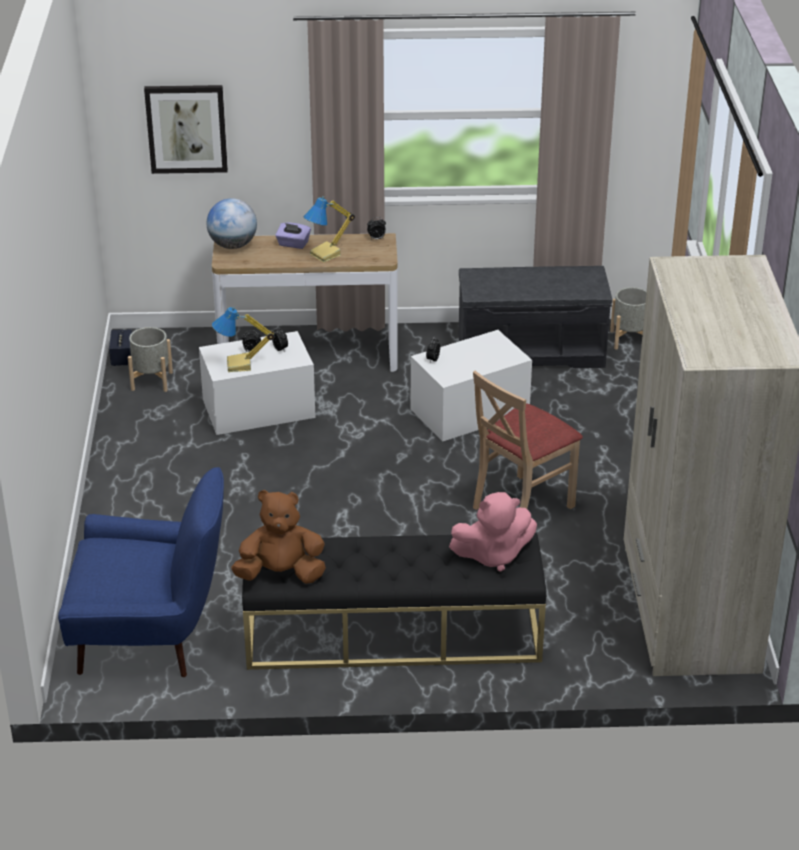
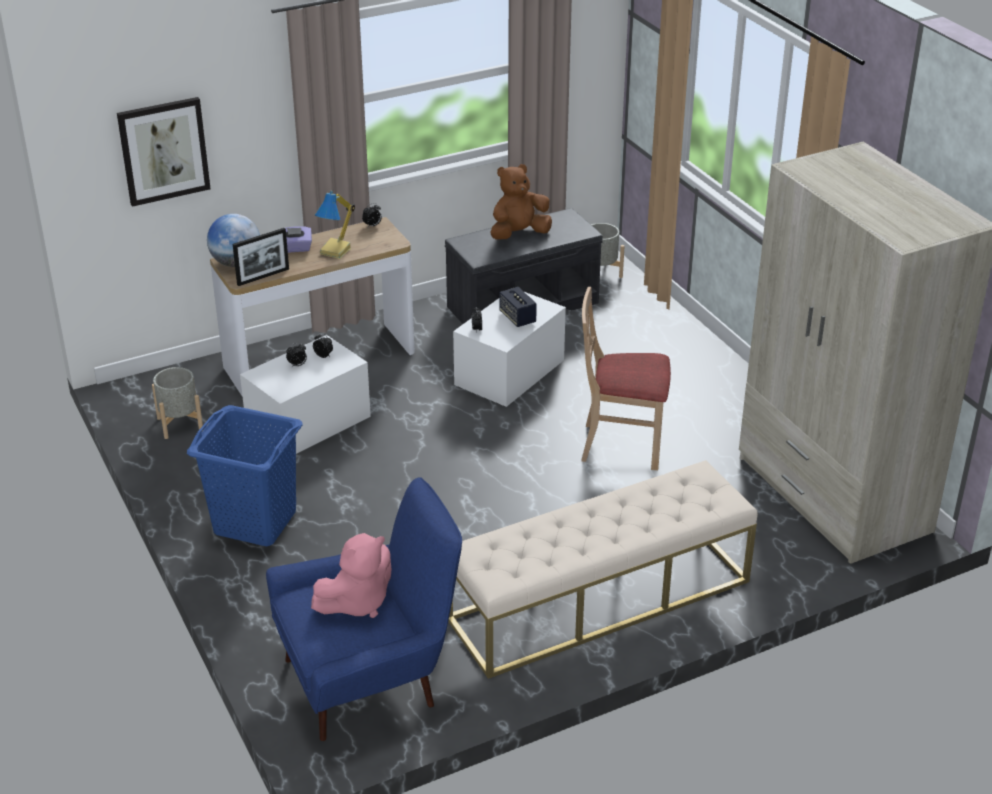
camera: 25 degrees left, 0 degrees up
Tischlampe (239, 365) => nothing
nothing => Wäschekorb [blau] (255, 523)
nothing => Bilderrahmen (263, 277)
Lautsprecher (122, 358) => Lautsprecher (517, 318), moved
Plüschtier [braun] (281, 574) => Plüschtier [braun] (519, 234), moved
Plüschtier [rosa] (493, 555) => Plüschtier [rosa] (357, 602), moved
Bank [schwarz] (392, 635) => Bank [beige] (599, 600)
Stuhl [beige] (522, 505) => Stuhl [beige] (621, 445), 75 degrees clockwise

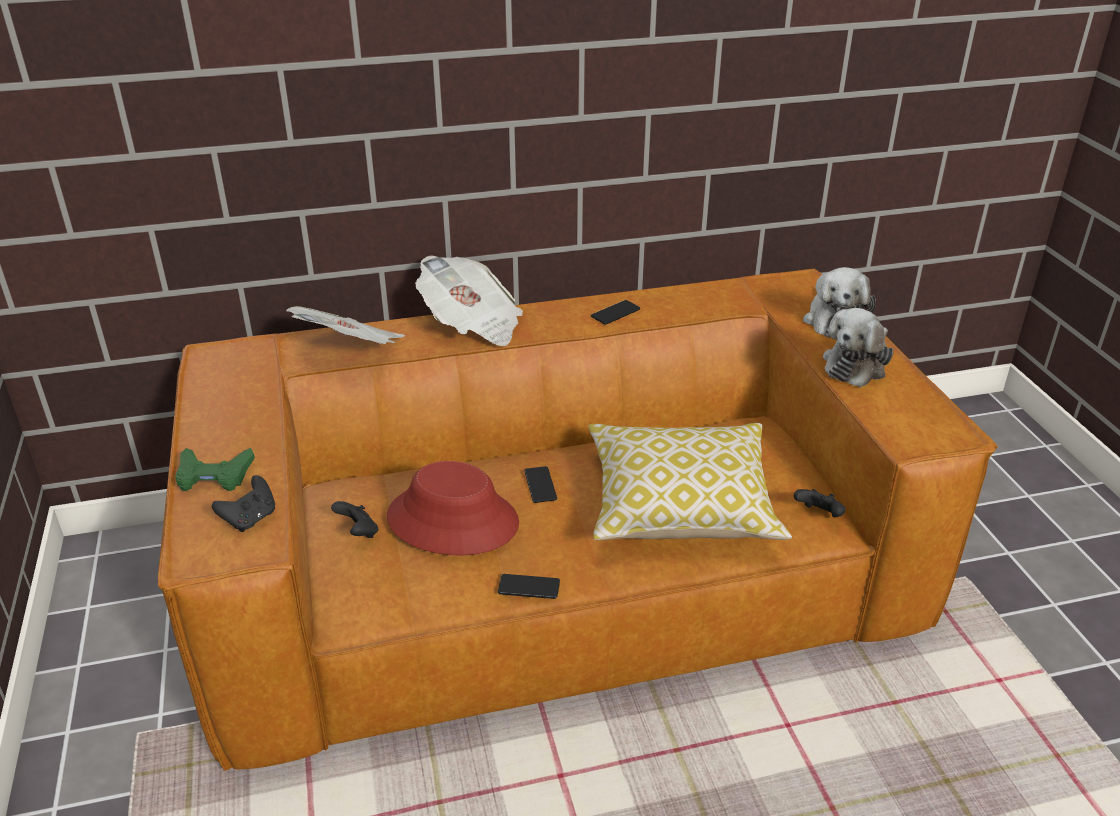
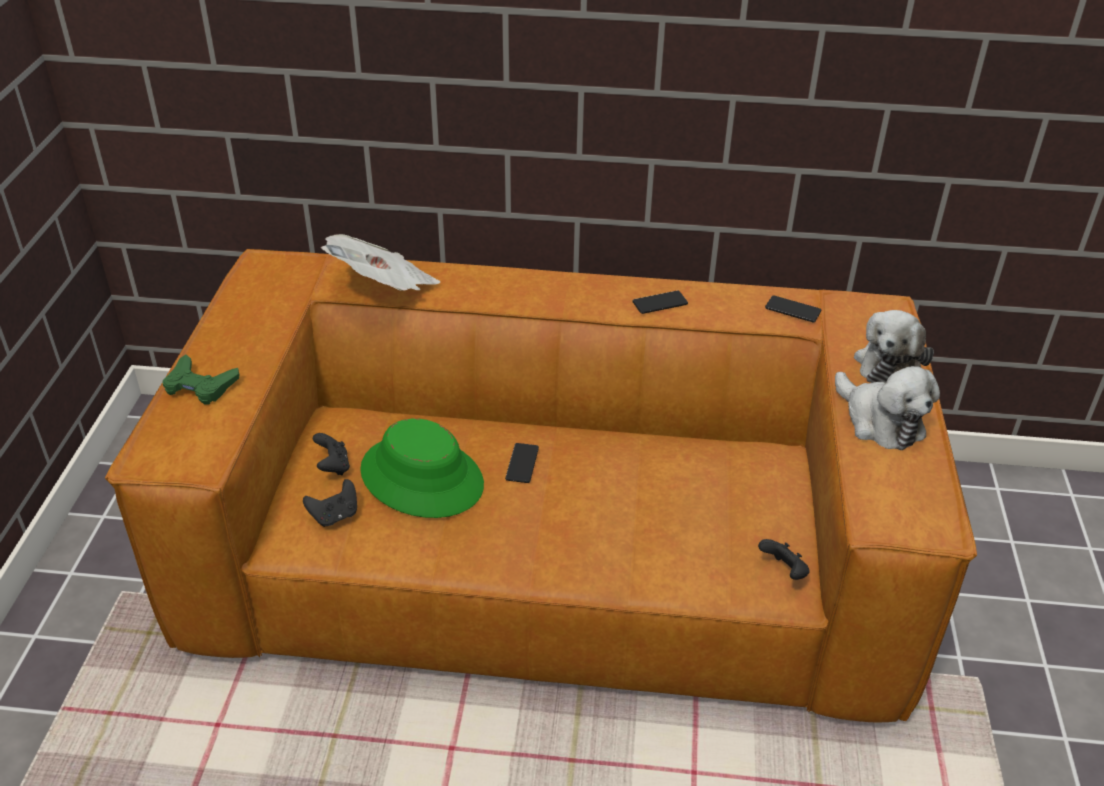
camera: 20 degrees right, 5 degrees up
Zeitung (472, 325) => nothing
Kissen (681, 504) => nothing
Gamepad [schwarz] (250, 519) => Gamepad [schwarz] (335, 516), moved
Handy (529, 587) => Handy (793, 310), moved
Hut [rot] (453, 520) => Hut [grün] (422, 477)
Plüschtier (856, 365) => Plüschtier (880, 421), 90 degrees counterclockwise

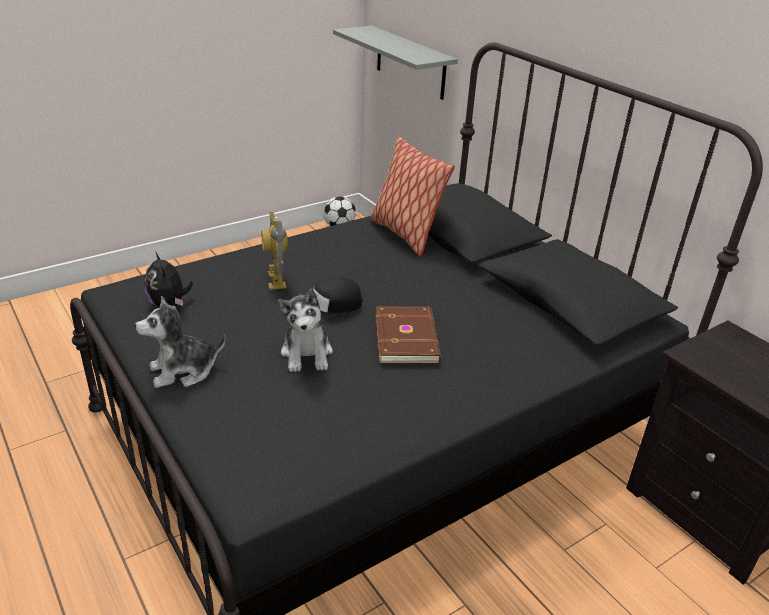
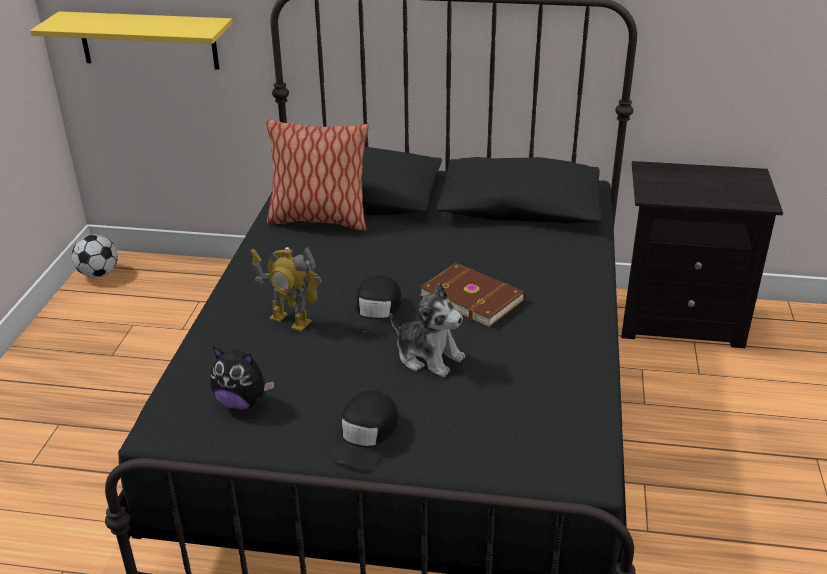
camera: 45 degrees left, 0 degrees up
Plüschtier (183, 371) => Kappe [schwarz] (365, 437)
Wandregal [grau] (410, 62) => Wandregal [gelb] (148, 40)

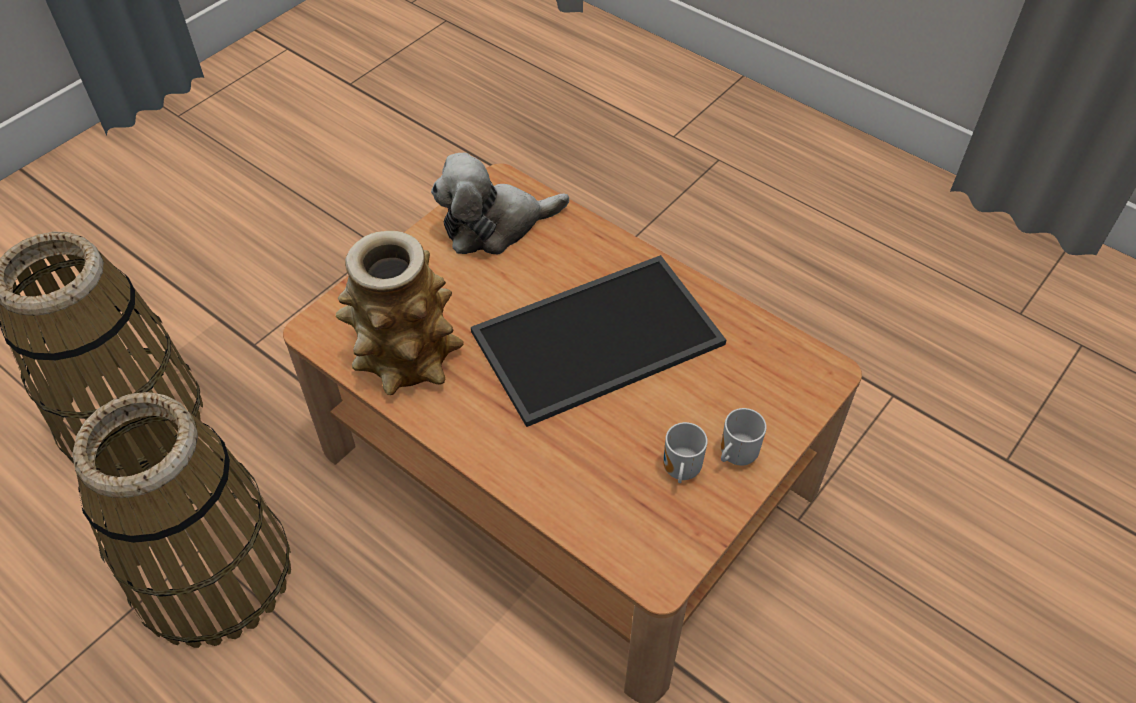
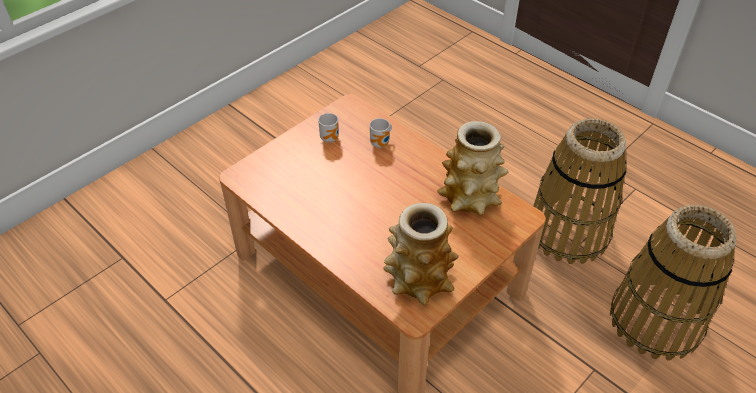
camera: 175 degrees left, 5 degrees down
Tablett (597, 341) => nothing
Henkelbecher (735, 455) => Henkelbecher (381, 144), moved
Plüschtier (495, 225) => Vase (418, 279)

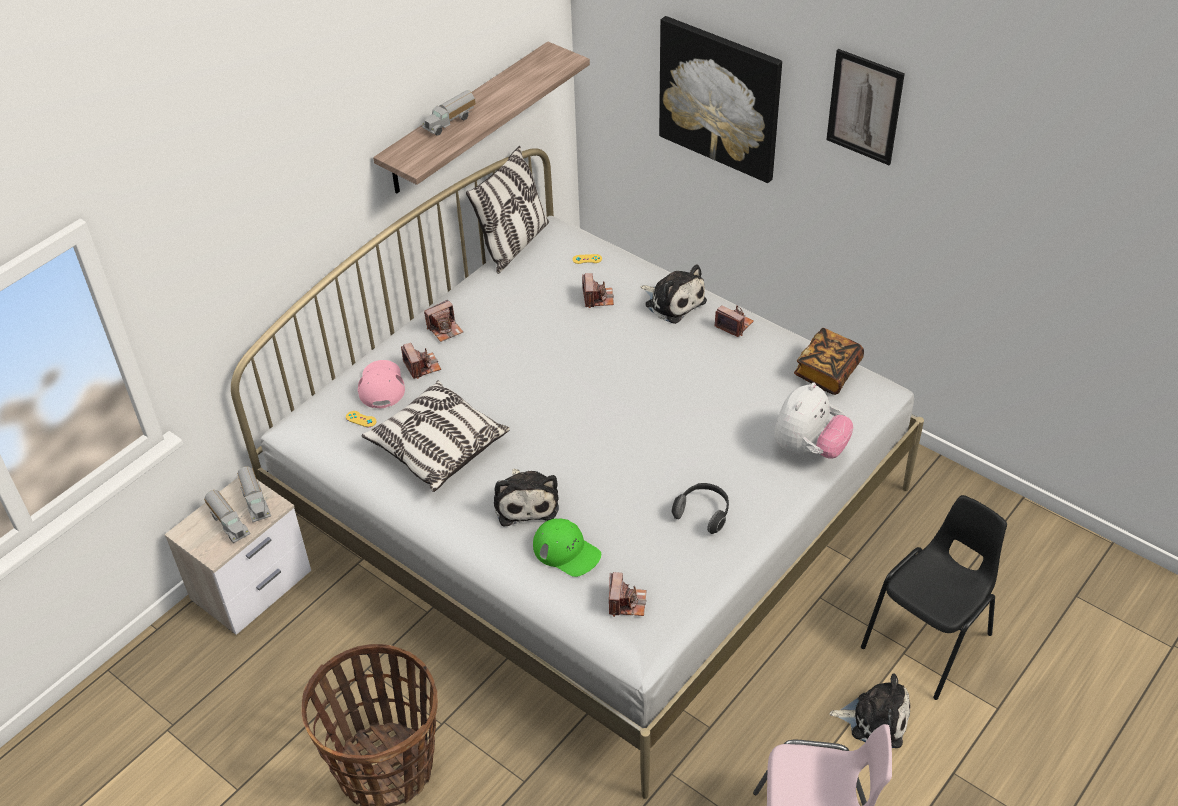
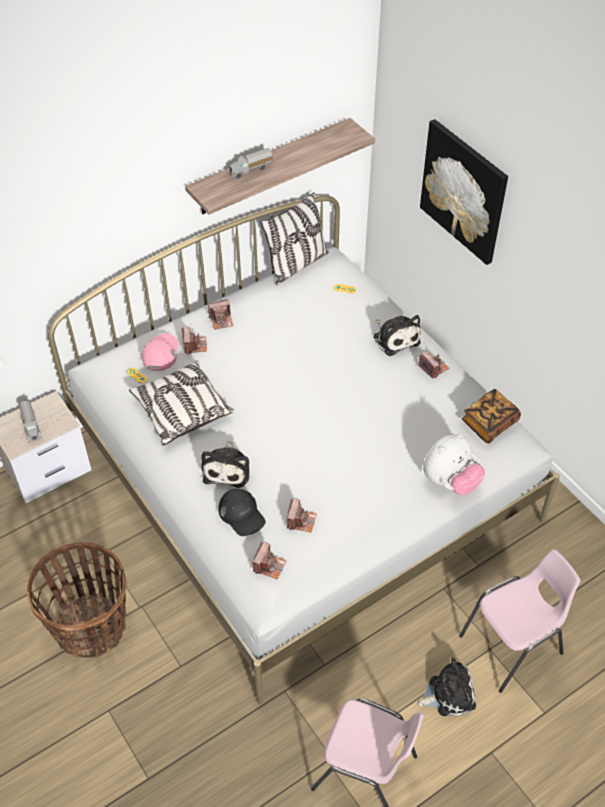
camera: 15 degrees right, 5 degrees up
Spielzeuglaster (256, 502) => nothing
Kopfhörer (703, 513) => nothing
Bild (864, 107) => nothing
Kamera (597, 298) => Kamera (301, 521), moved
Kappe [grün] (566, 551) => Kappe [schwarz] (242, 514)
Stuhl [schwarz] (929, 641) => Stuhl [rosa] (512, 645)
Plüschtier (875, 719) => Plüschtier (448, 694), 45 degrees counterclockwise

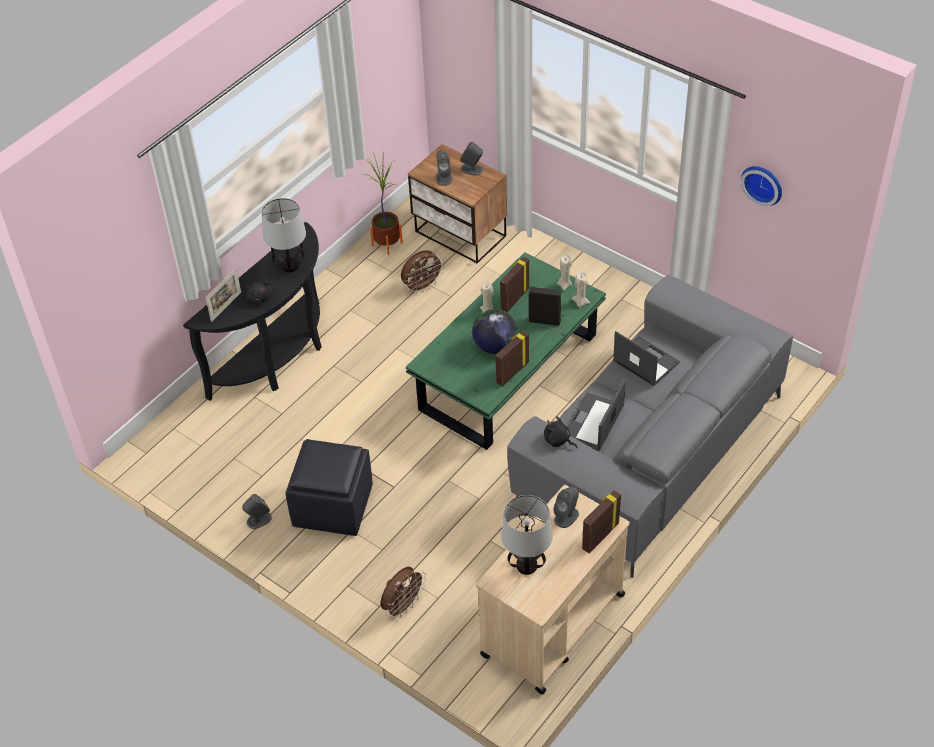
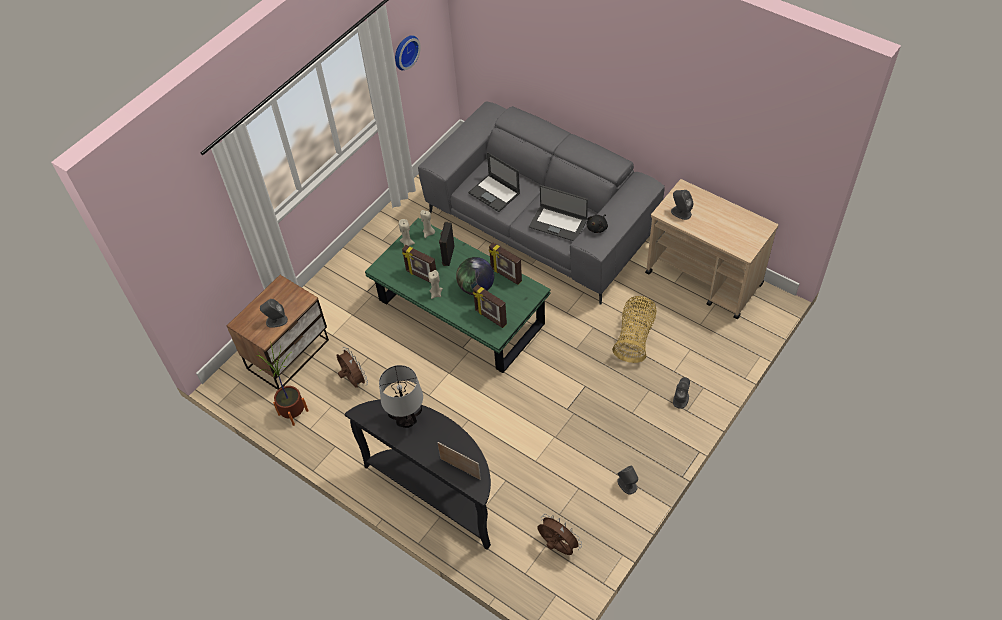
camera: 90 degrees left, 5 degrees up
Plüschtier [schwarz] (259, 297) => nothing
Polsterhocker [schwarz] (332, 505) => nothing
Tischlampe (527, 565) => nothing
nothing => Korb (634, 337)
Ventilator [braun] (403, 606) => Ventilator [braun] (557, 546), moved
Lautsprecher [grau] (472, 169) => Lautsprecher [grau] (681, 399), moved
Bilderrahmen (599, 536) => Bilderrahmen (490, 317), moved
Laptop (645, 361) => Laptop (495, 193), 90 degrees counterclockwise

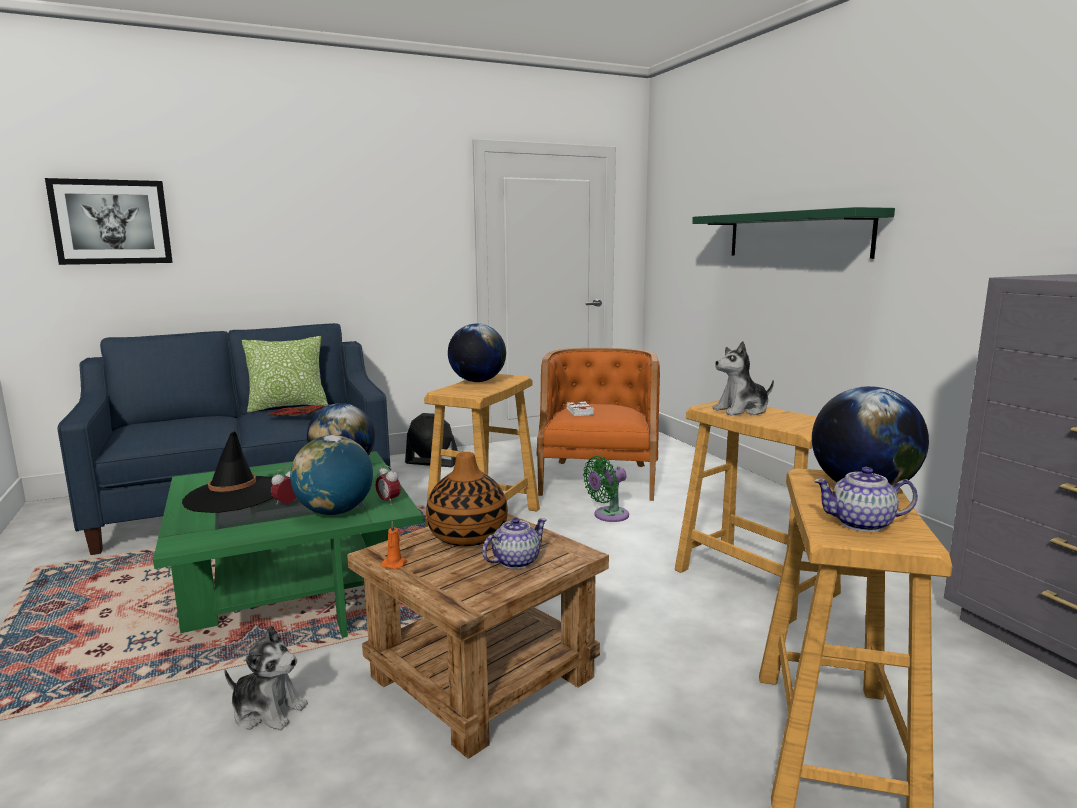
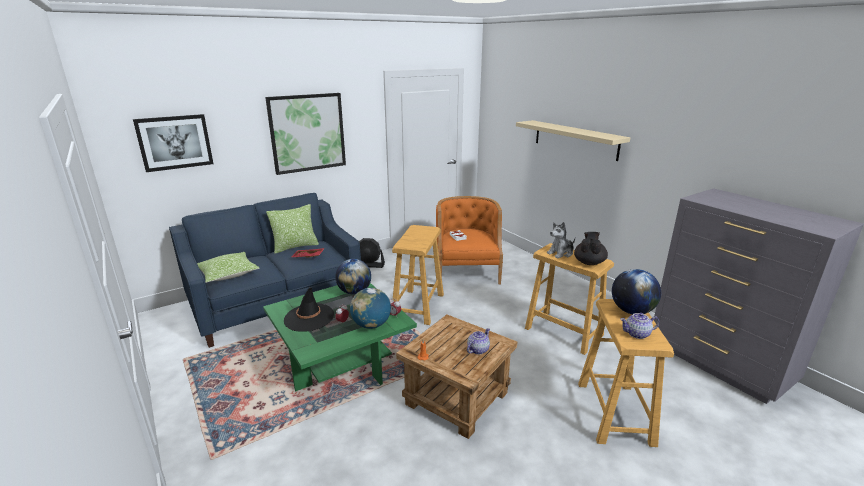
camera: 10 degrees left, 10 degrees up
Plüschtier (268, 710) => nothing
Vase (467, 536) => nothing
Globus (477, 381) => nothing
Ventilator [grün] (608, 516) => nothing
nothing => Kissen (228, 274)
nothing => Bild (307, 133)
nothing => Teekanne [schwarz] (589, 262)
Wandregal [grün] (796, 235) => Wandregal [beige] (575, 139)

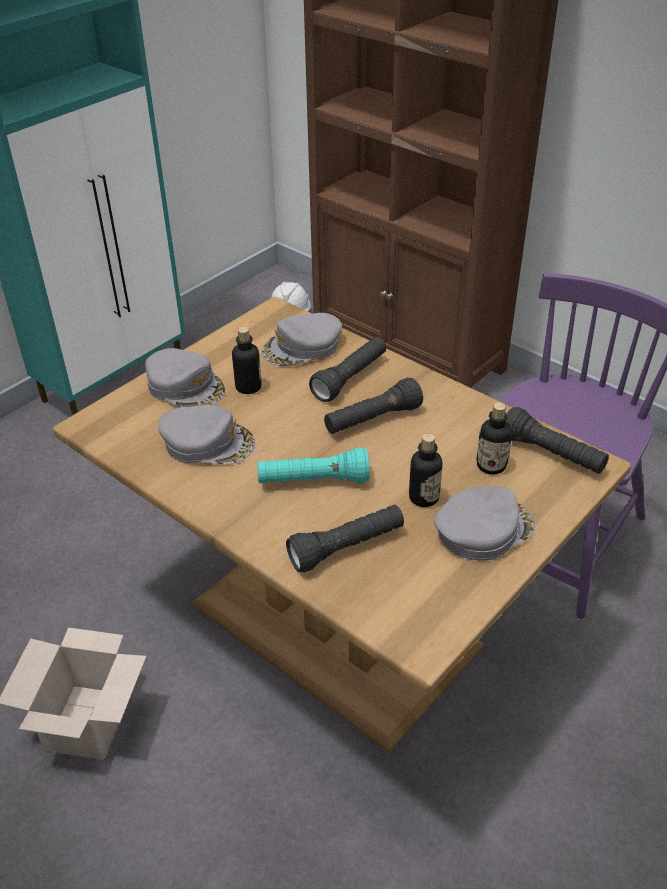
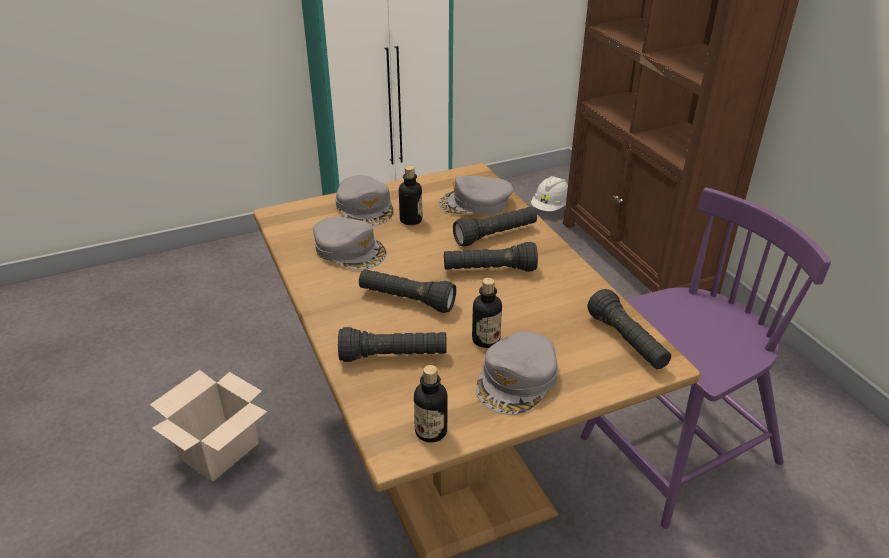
camera: 25 degrees right, 5 degrees down
Flasche (491, 466) => Flasche (431, 431), moved
Taschenlampe [türkis] (313, 481) => Taschenlampe [schwarz] (406, 300)
Kappe [grau] (483, 529) => Kappe [grau] (517, 380), 120 degrees clockwise

